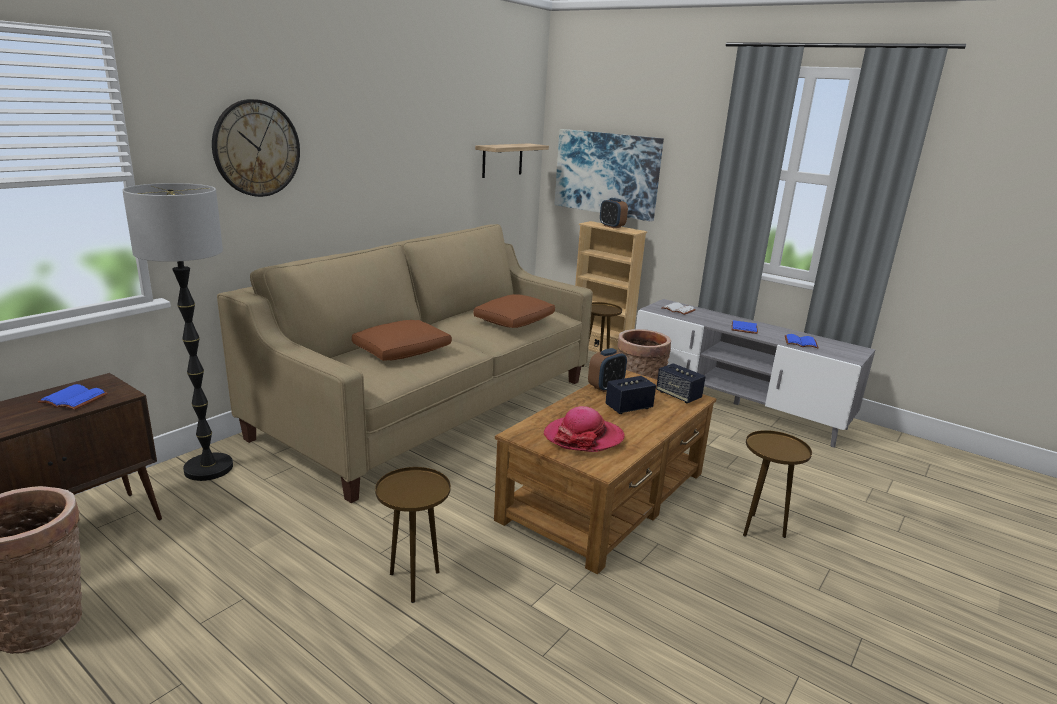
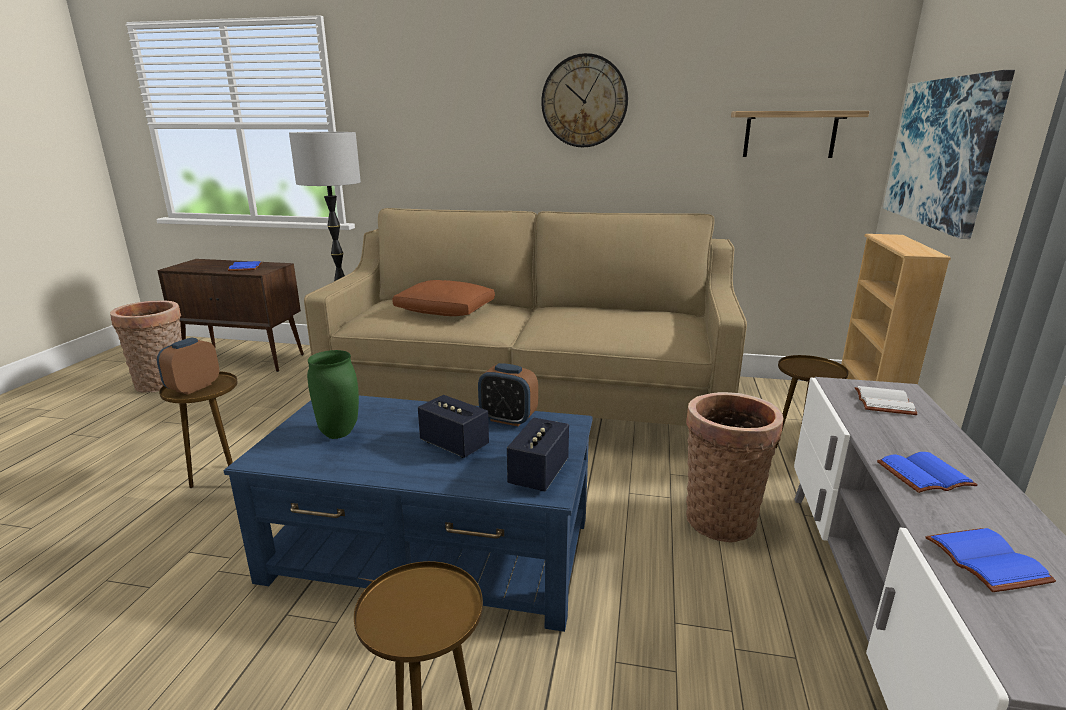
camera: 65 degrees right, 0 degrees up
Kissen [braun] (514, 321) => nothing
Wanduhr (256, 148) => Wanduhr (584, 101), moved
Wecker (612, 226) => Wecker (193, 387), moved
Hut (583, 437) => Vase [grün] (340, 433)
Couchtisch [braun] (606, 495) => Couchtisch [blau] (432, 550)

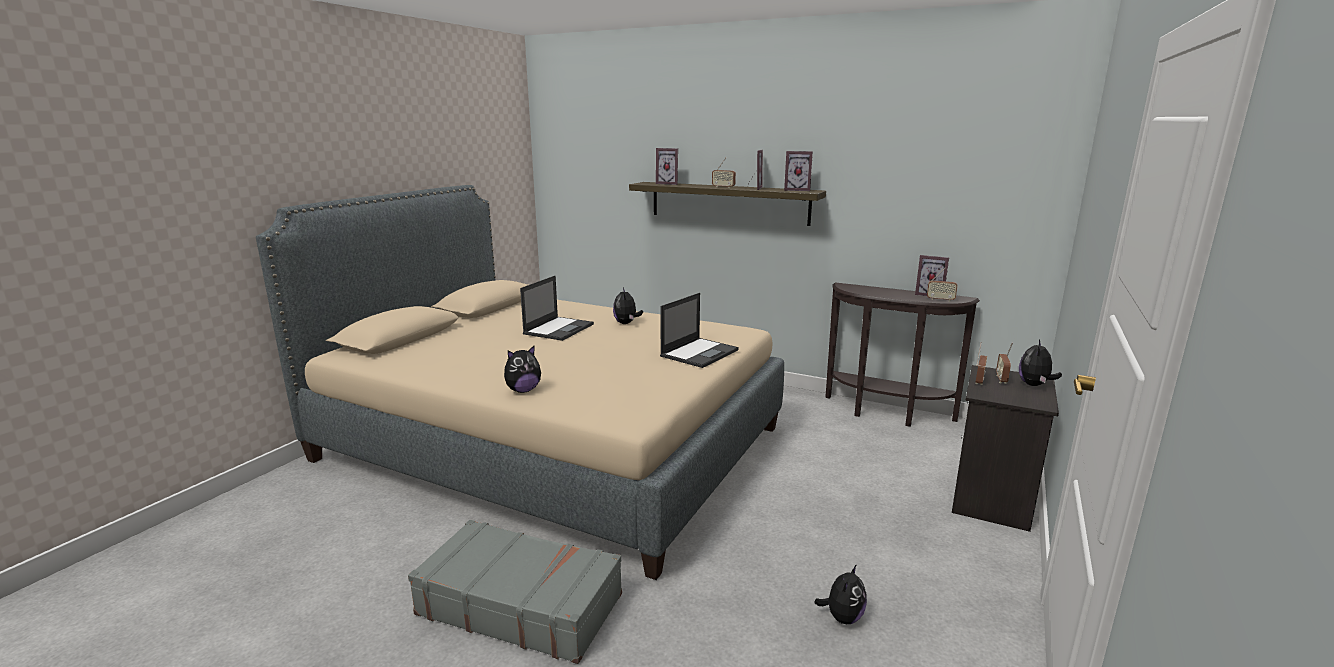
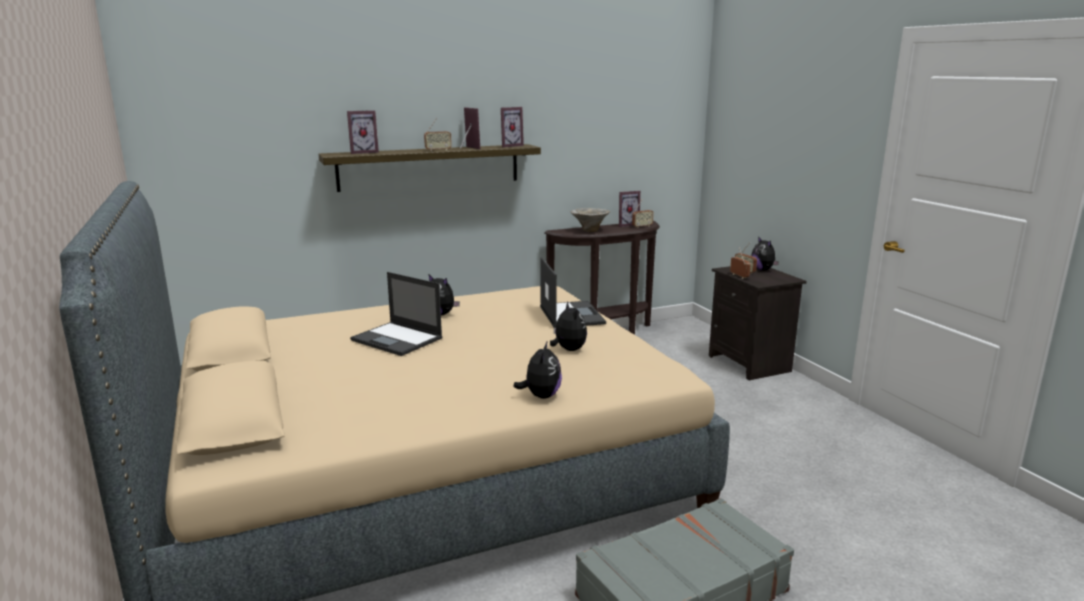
camera: 50 degrees left, 0 degrees up
nothing => Schüssel (589, 230)
Plüschtier (842, 617) => Plüschtier (568, 350), moved
Laptop (559, 329) => Laptop (398, 339), 150 degrees clockwise

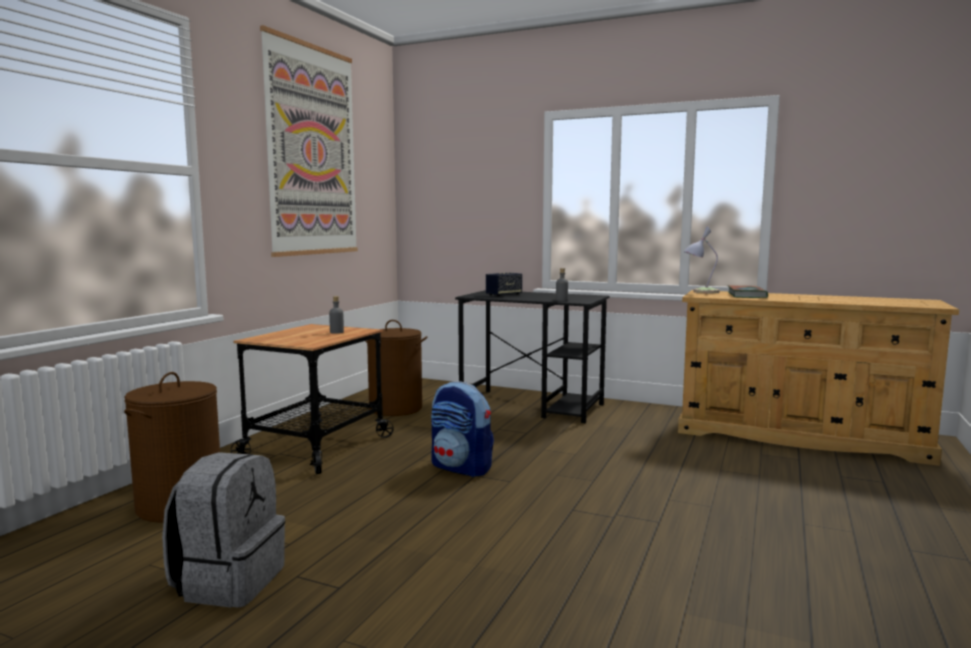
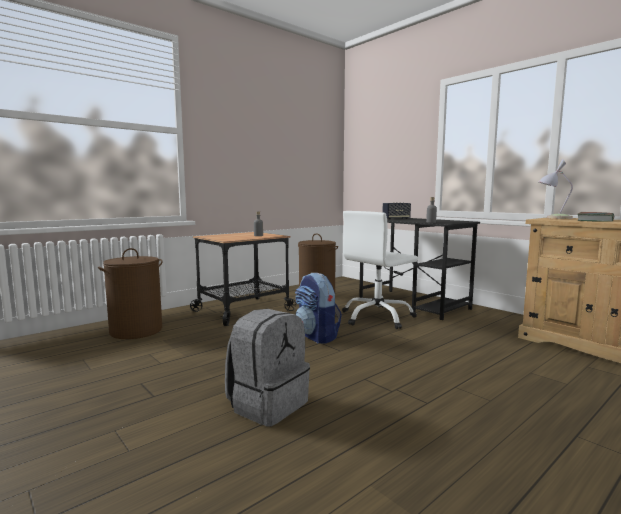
camera: 25 degrees right, 0 degrees up
Bild (312, 151) => nothing
nothing => Bürostuhl [weiß] (377, 317)
Rucksack [grau] (229, 581) => Rucksack [grau] (267, 404), moved

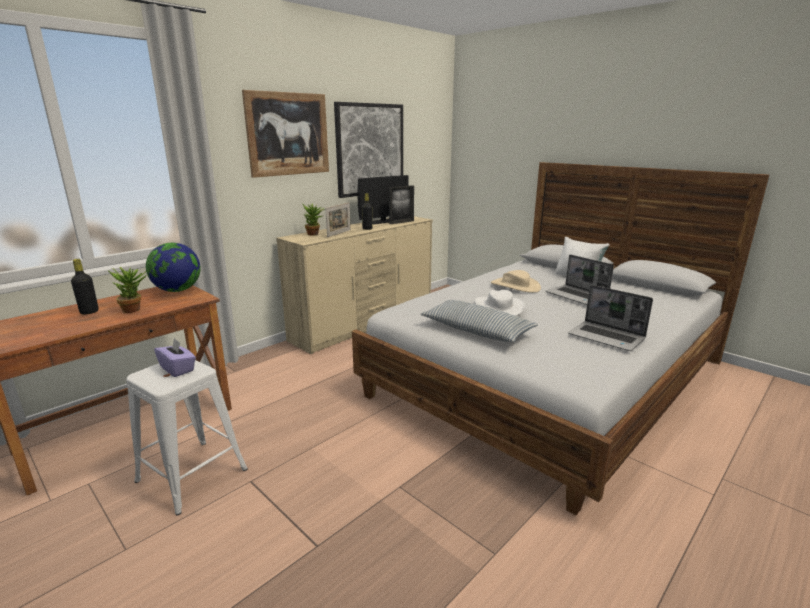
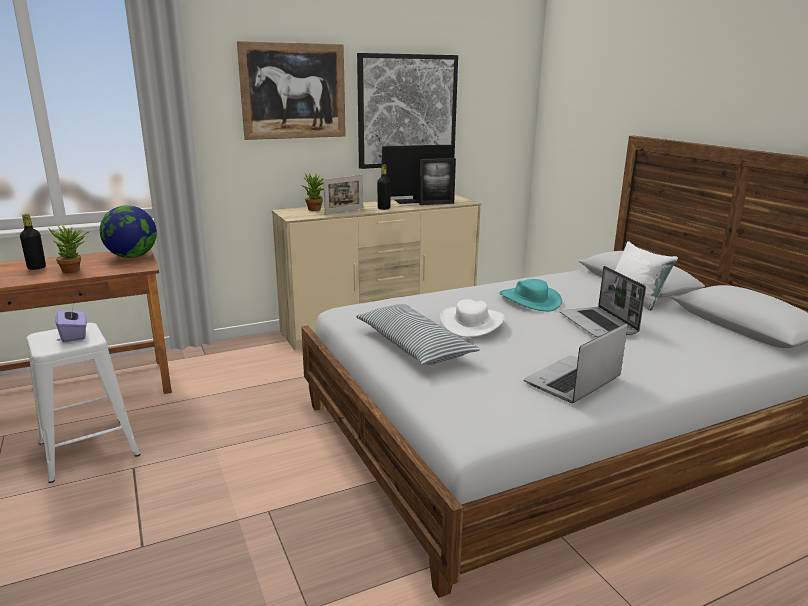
camera: 20 degrees right, 0 degrees up
Hut [beige] (515, 286) => Hut [türkis] (530, 300)
Laptop (607, 337) => Laptop (572, 382), 75 degrees clockwise

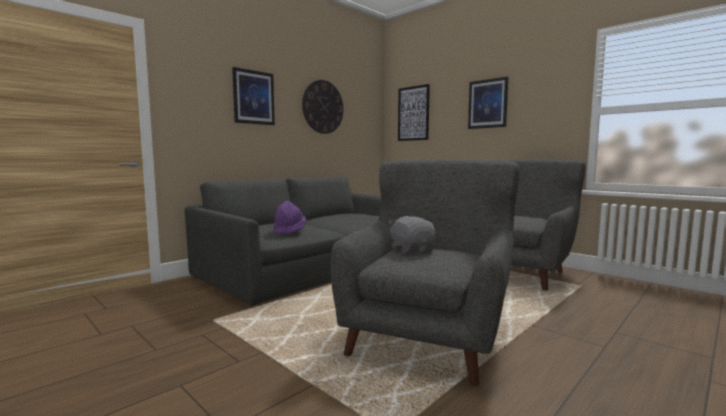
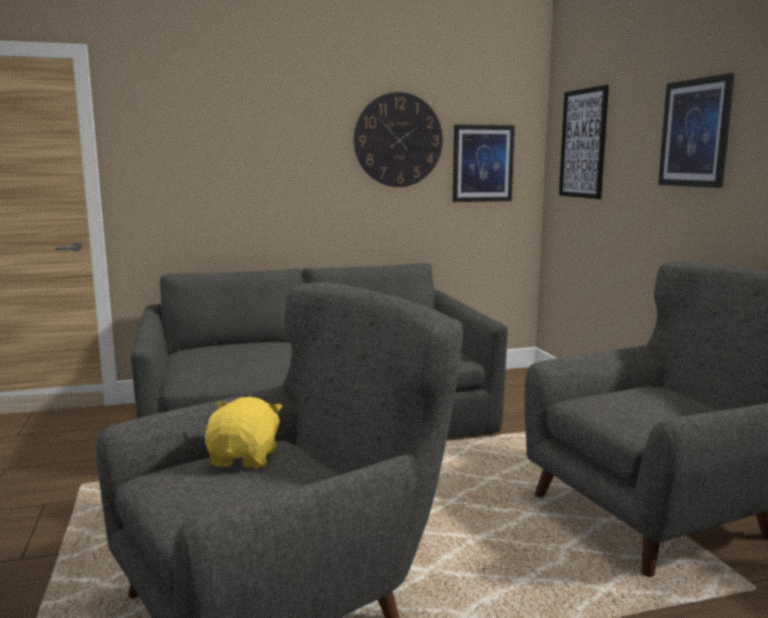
camera: 30 degrees right, 5 degrees up
Hut [lila] (289, 231) => nothing
Bild (253, 97) => Bild (482, 163), moved
Plüschtier [grau] (412, 251) => Plüschtier [gelb] (245, 458)

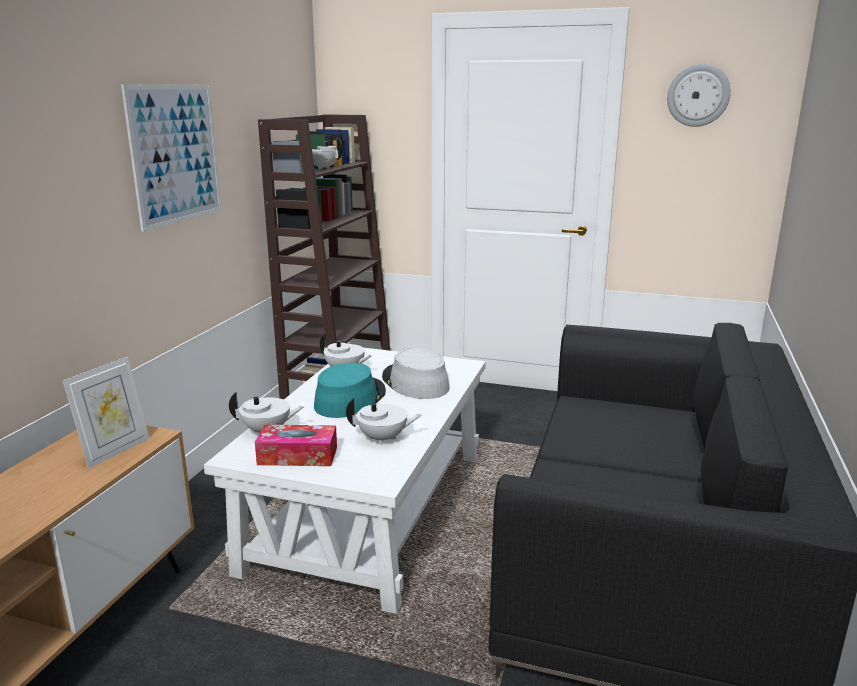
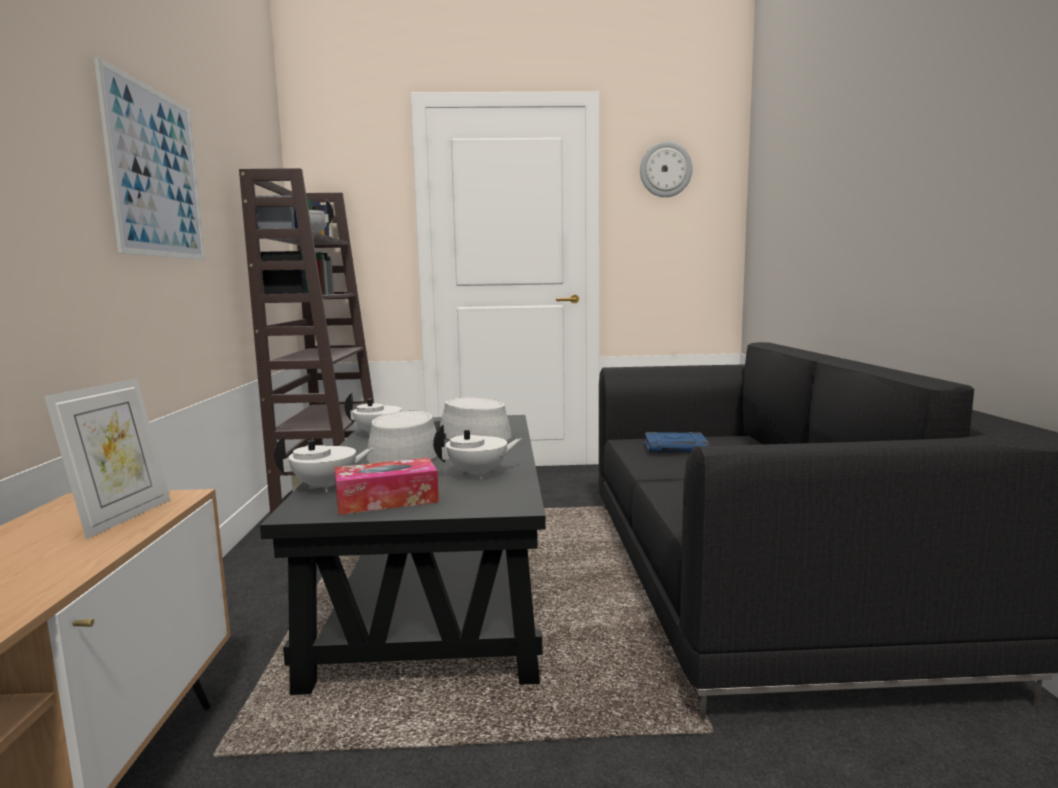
camera: 20 degrees left, 10 degrees down
nothing => Buch [blau] (676, 447)
Couchtisch [weiß] (370, 510) => Couchtisch [schwarz] (438, 590)
Hut [türkis] (350, 399) => Hut [grau] (406, 452)

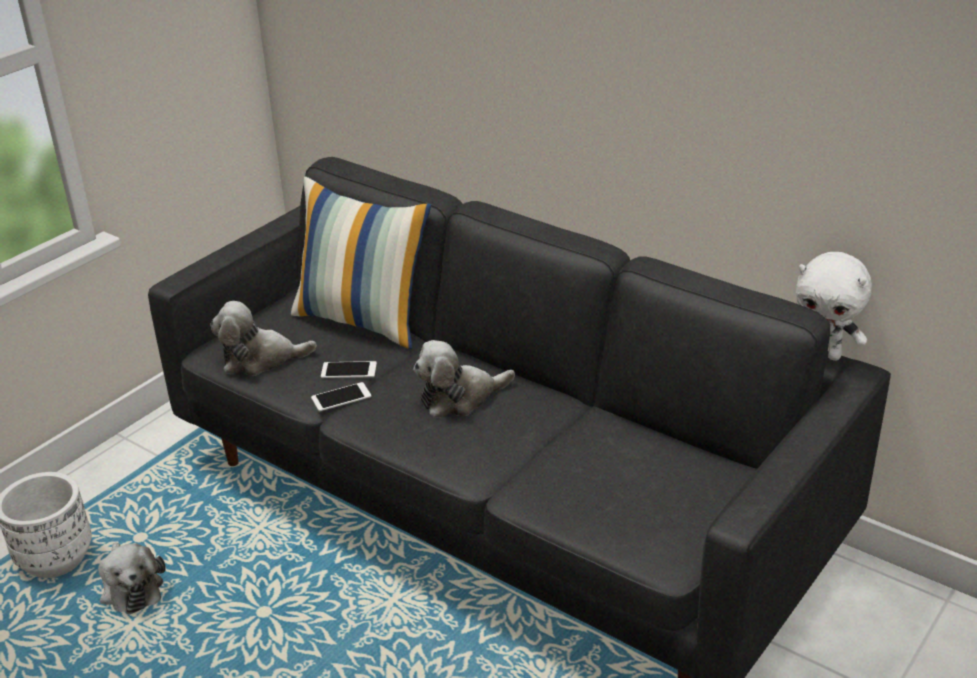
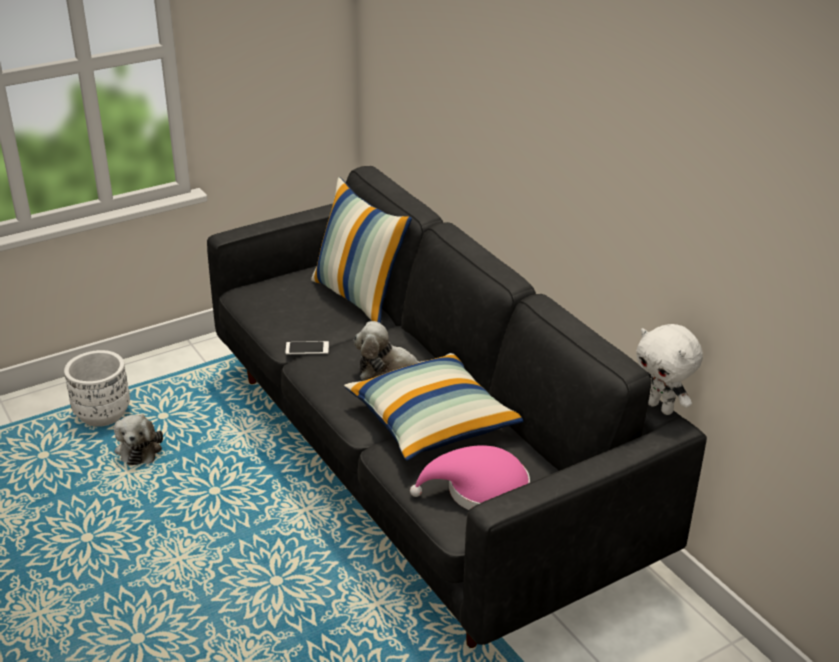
camera: 20 degrees right, 0 degrees up
Plüschtier (260, 359) => nothing
Handy (349, 370) => nothing
nothing => Kissen (433, 422)
nothing => Hut [rosa] (480, 491)

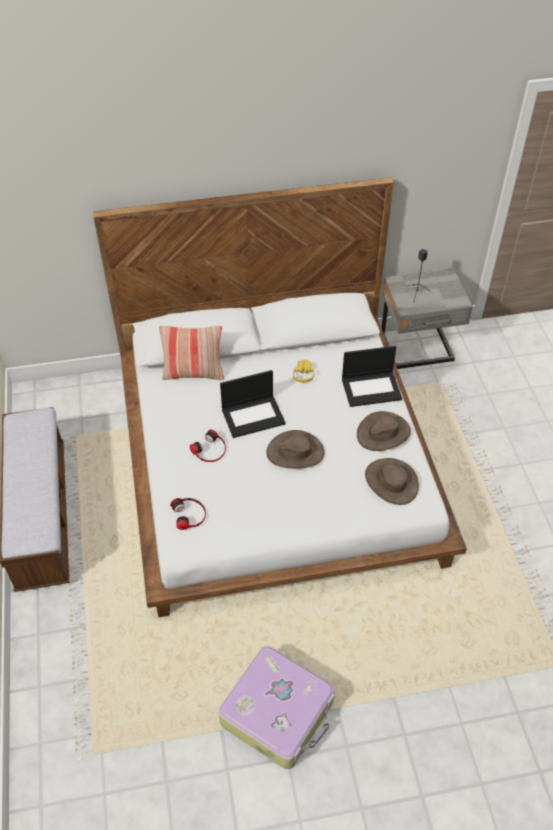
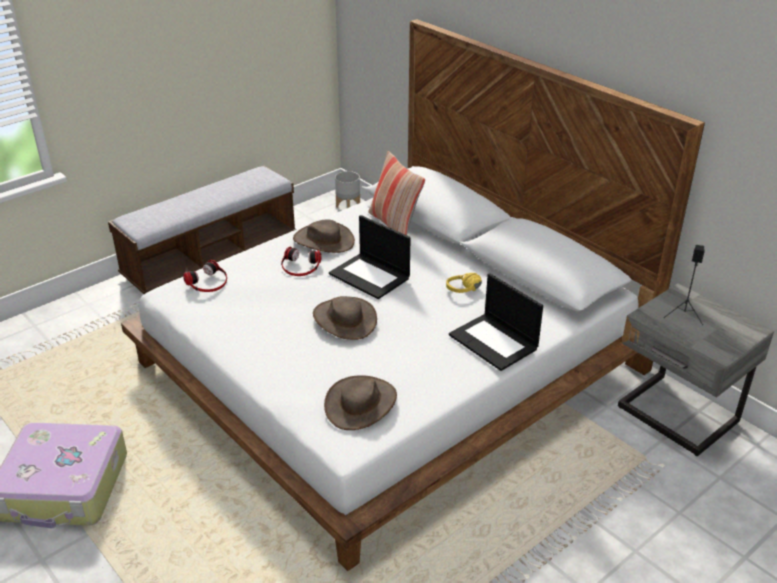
camera: 60 degrees right, 15 degrees down
nothing => Pflanzkübel [grau] (348, 206)
Hut [braun] (383, 433) => Hut [braun] (324, 240), moved

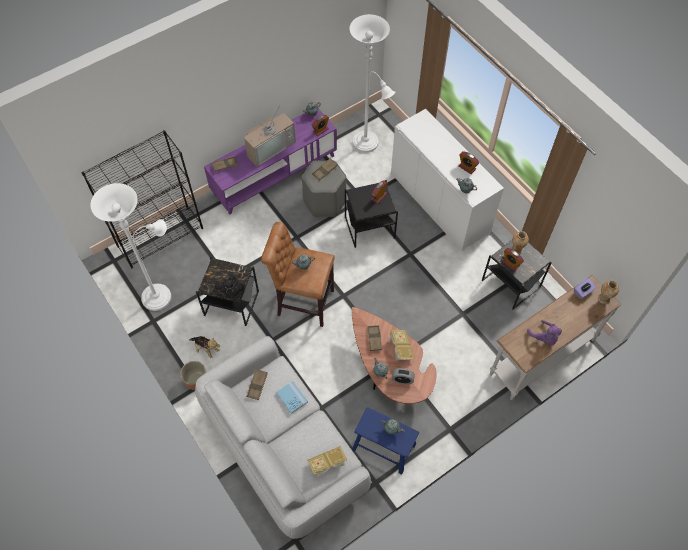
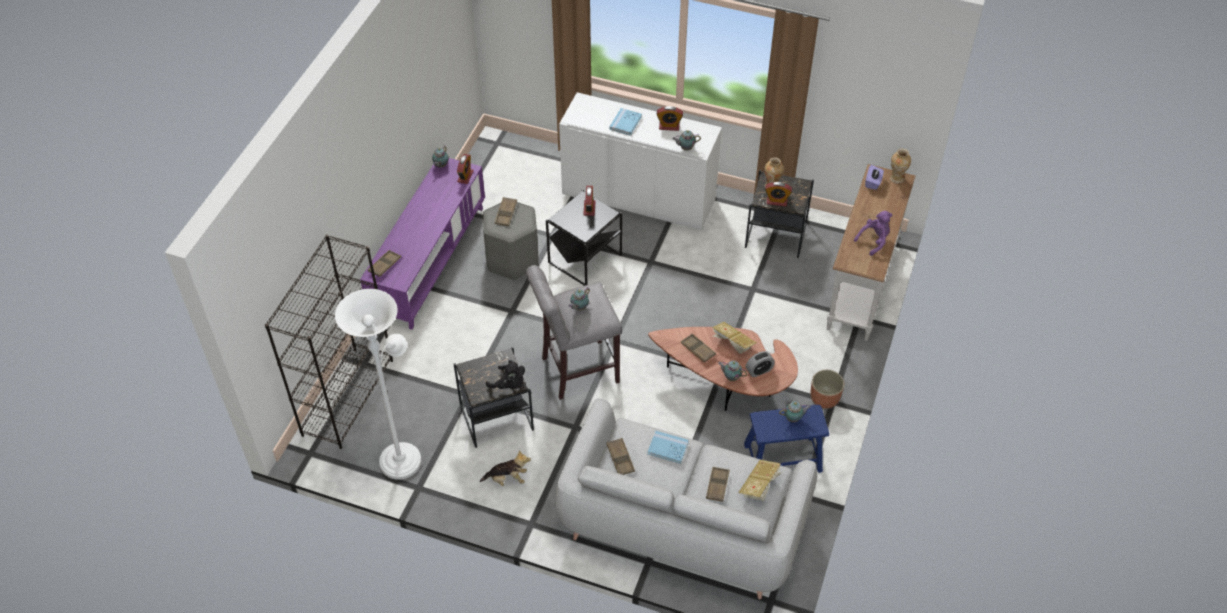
camera: 35 degrees left, 10 degrees down
Fernseher (269, 147) => nothing
Stehlampe [weiß] (368, 144) => nothing
nothing => Buch [blau] (625, 123)
nothing => Tablett [braun] (717, 486)
Pflanzkübel (196, 380) => Pflanzkübel (824, 399), moved
Hocker [braun] (302, 302) => Hocker [grau] (575, 371)
Plüschtier [lila] (544, 337) => Plüschtier [lila] (874, 241), 60 degrees counterclockwise

